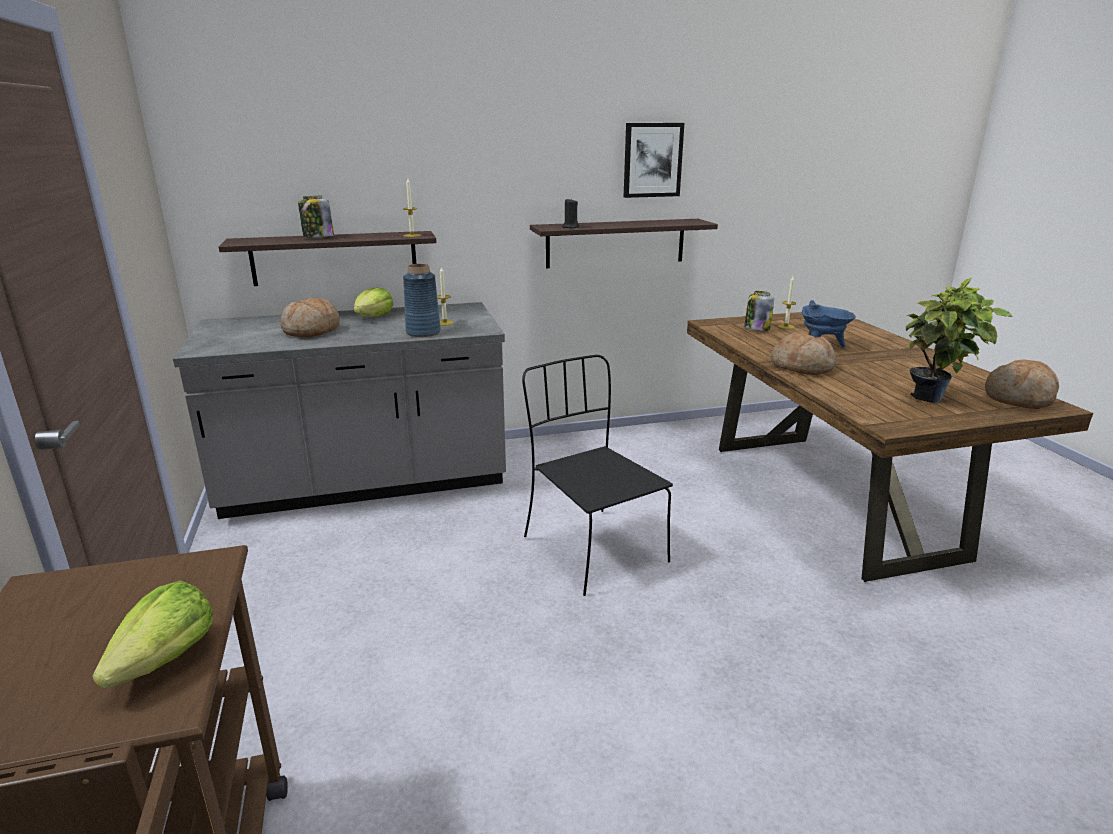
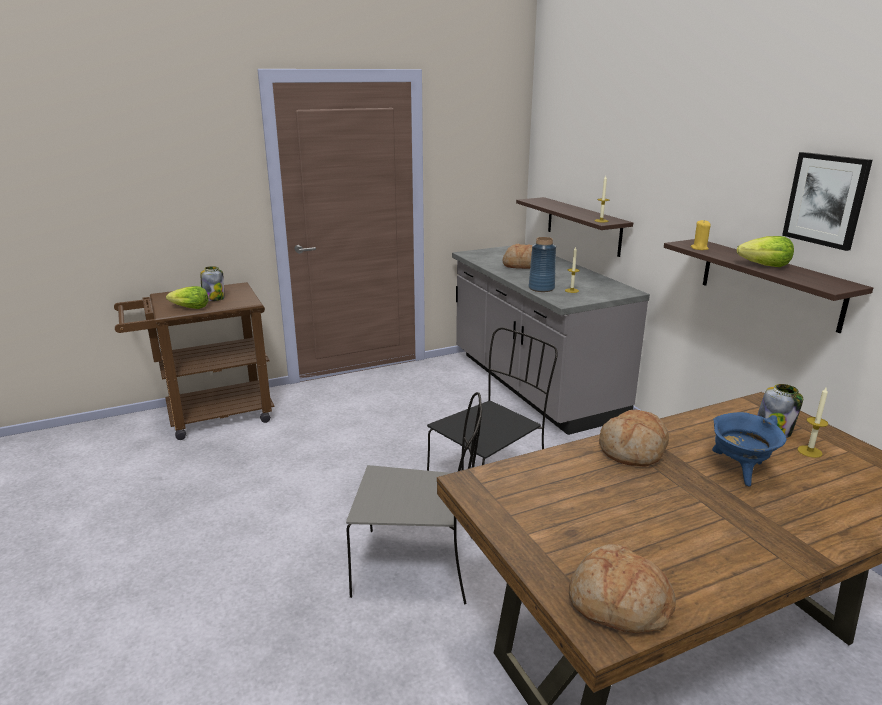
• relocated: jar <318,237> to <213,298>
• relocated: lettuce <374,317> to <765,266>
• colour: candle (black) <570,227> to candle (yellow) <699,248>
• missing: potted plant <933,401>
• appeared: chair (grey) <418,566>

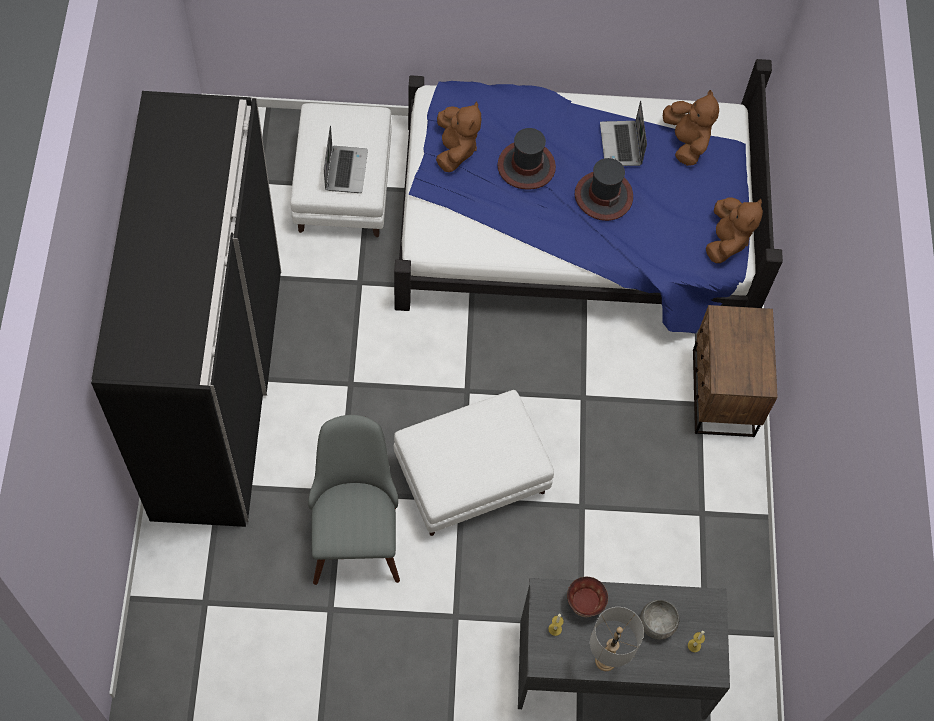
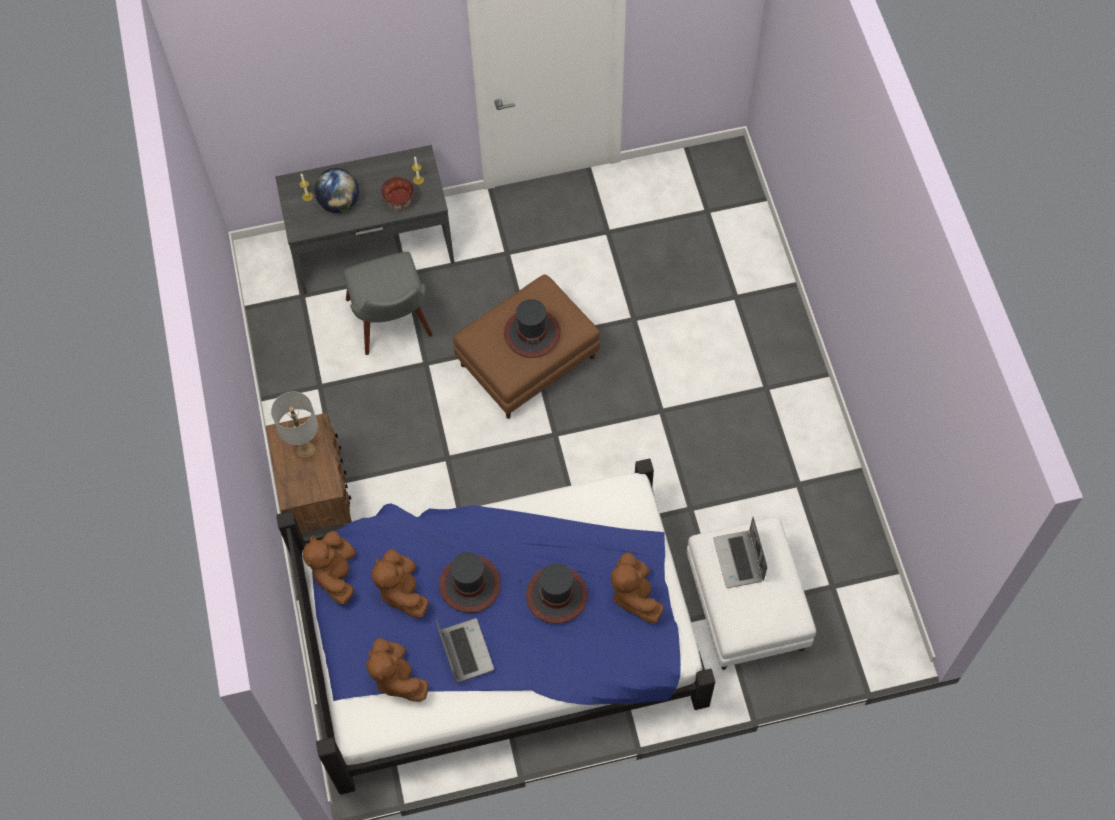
• missing: wardrobe (black) <217,391>
• relocated: chair (grey) <355,530> to <393,326>
• colour: ottoman (white) <470,478> to ottoman (brown) <528,360>
• relocated: table lamp (grey) <606,660> to <305,450>
• exchanged: bowl (grey) <656,625> to globe <339,202>
• appeared: plush toy (brown) <402,591>
• appeared: hat <532,333>

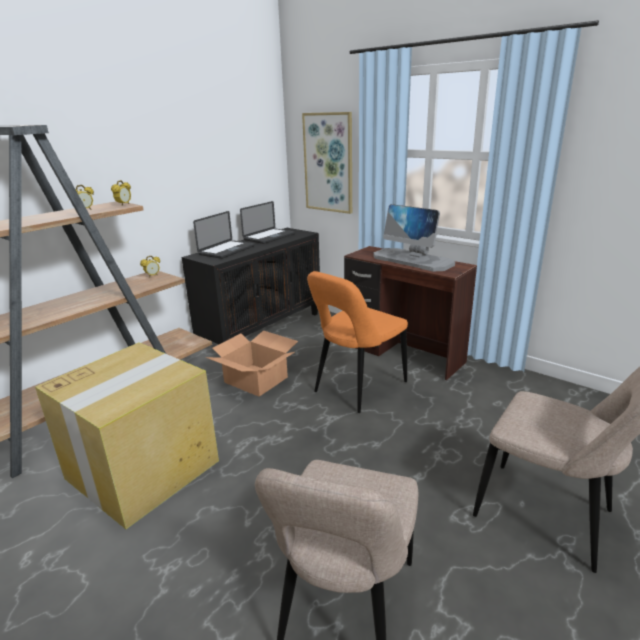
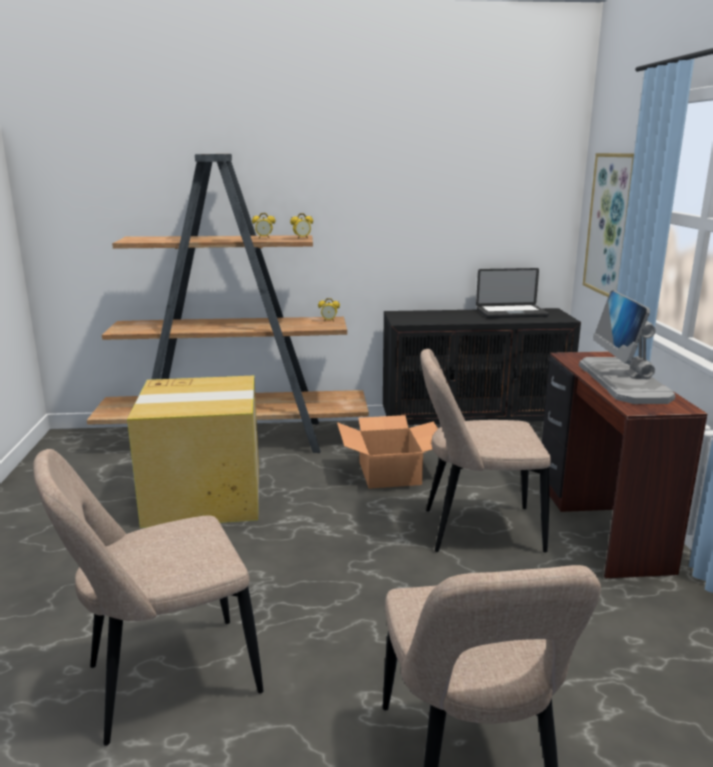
• missing: laptop <227,250>
• colour: chair (orange) <357,388> to chair (beige) <476,530>

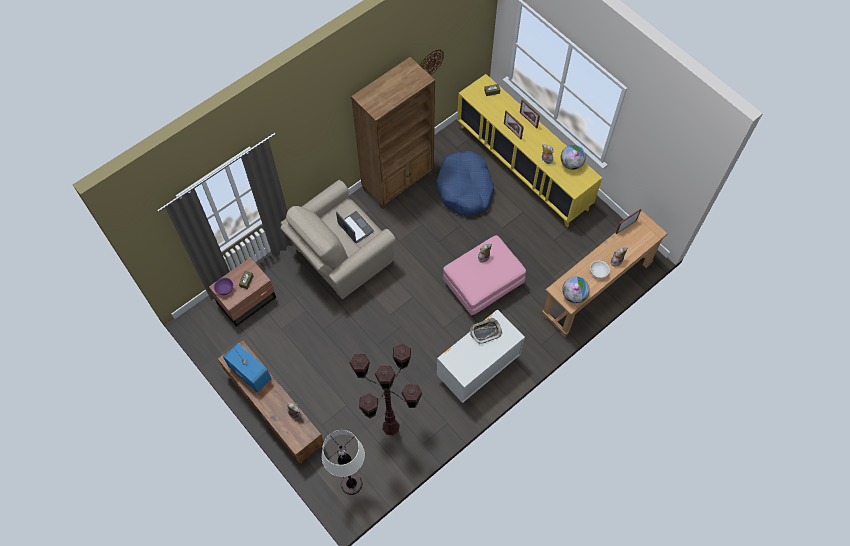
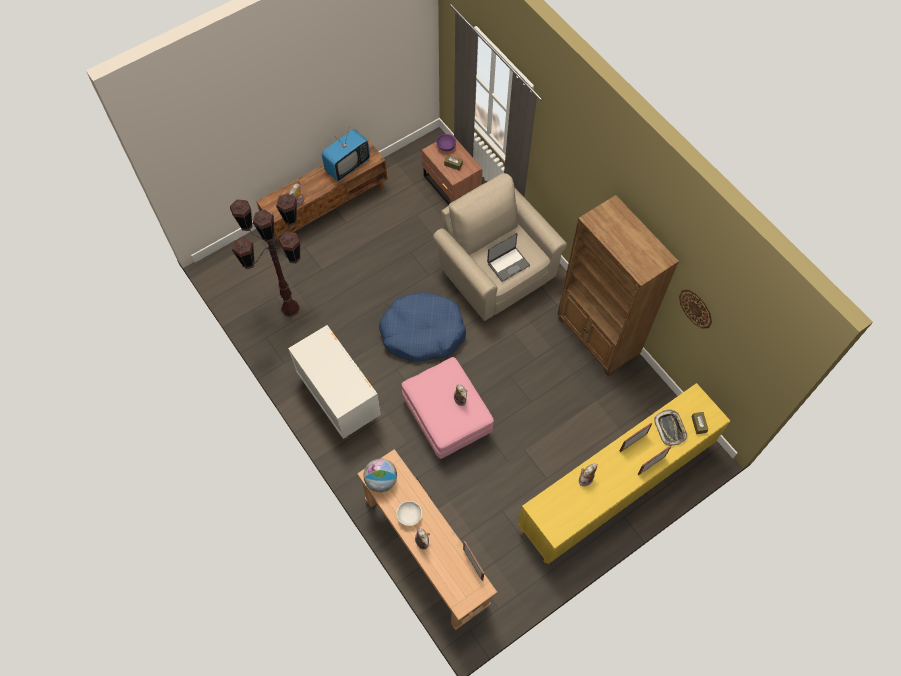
• missing: floor lamp (white) <351,484>
• relocated: dog bed (blue) <465,189> to <422,332>
• relocated: tray <485,331> to <670,428>
• missing: globe <571,164>

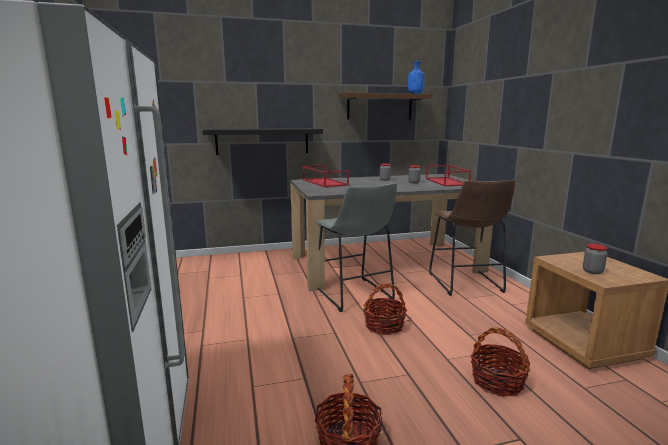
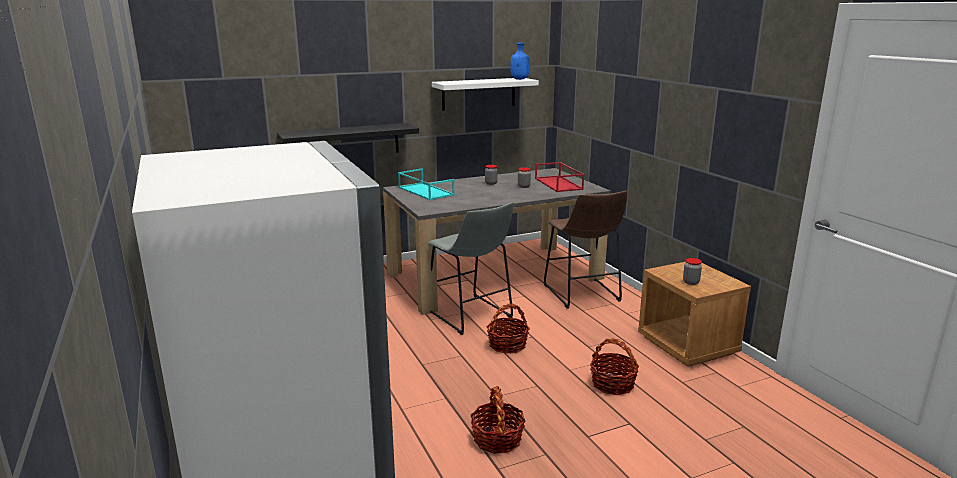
• colour: tray (red) <324,182> to tray (turquoise) <425,191>
• colour: shelf (brown) <379,107> to shelf (white) <479,93>

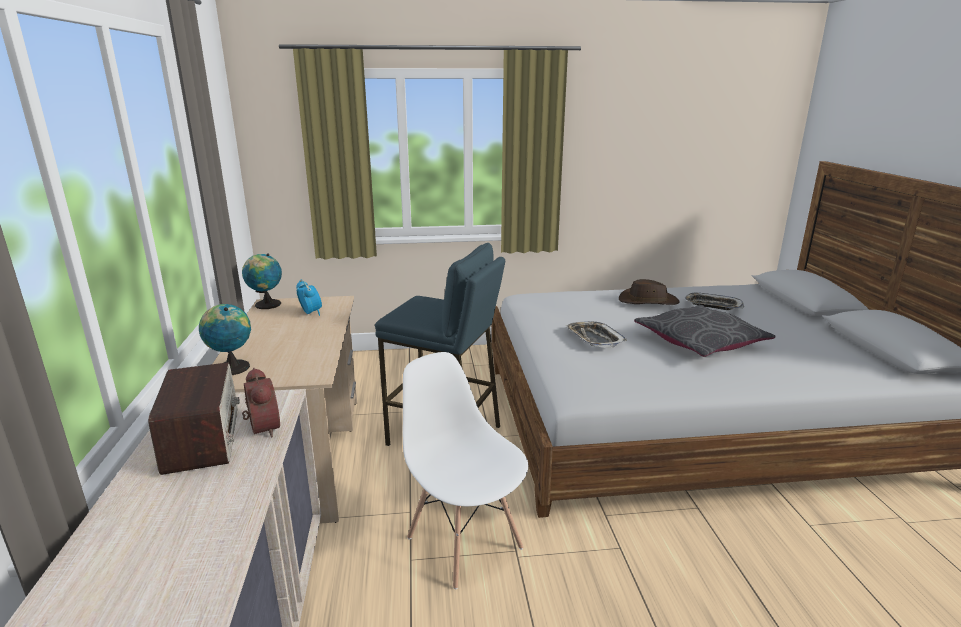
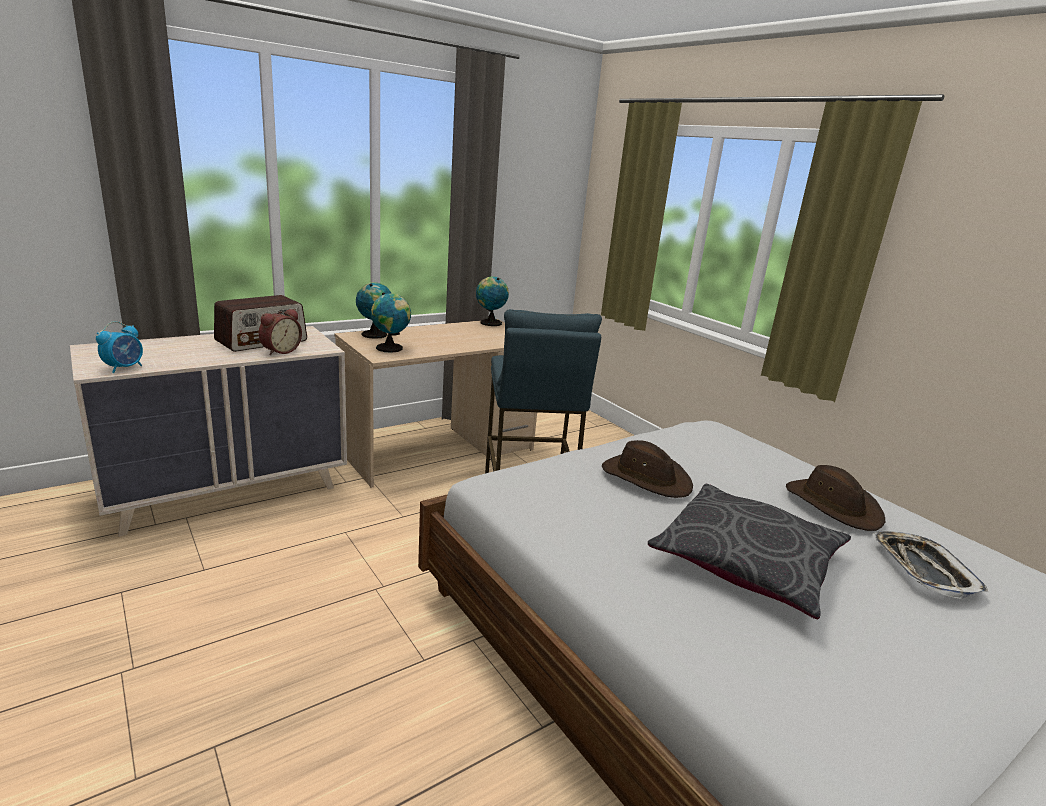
• relocated: alarm clock <311,313> to <124,368>
• missing: chair (white) <464,541>
• exchanged: tray <594,338> to hat (brown) <646,478>
• appeared: globe <391,348>

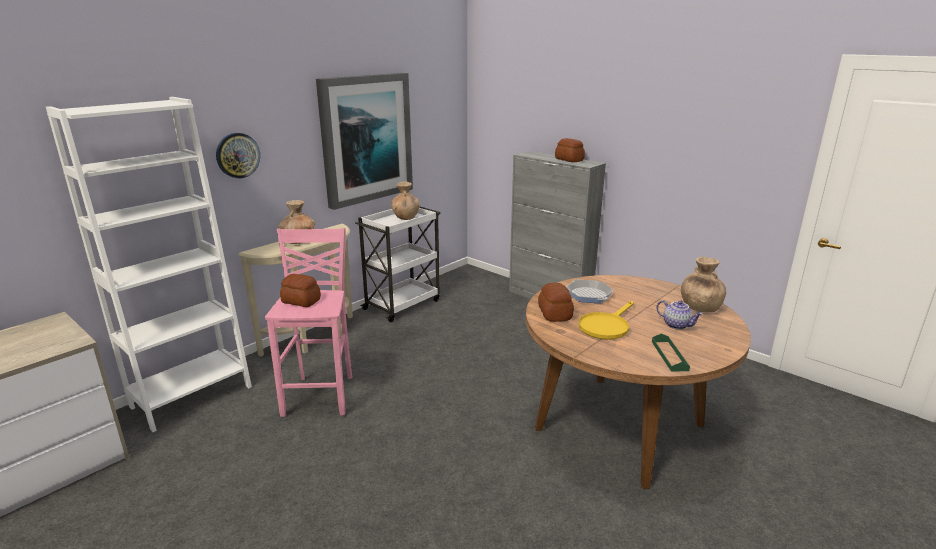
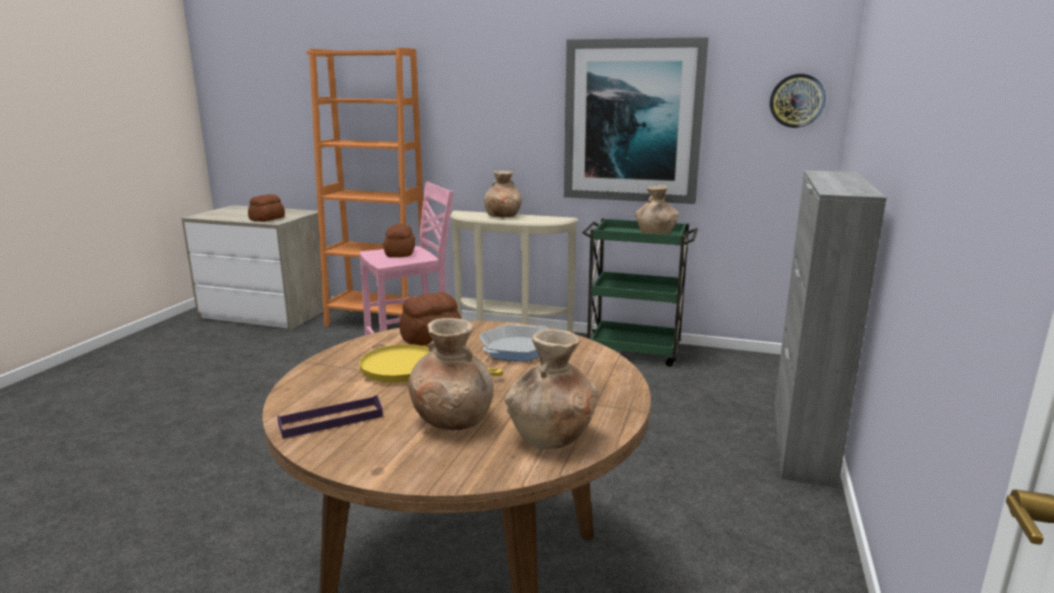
• colour: bookcase (white) <192,396> to bookcase (orange) <377,322>
• relocated: wall clock <237,155> to <797,101>
• colour: cart (white) <403,304> to cart (green) <634,351>
• relocated: bread <569,159> to <268,219>
• colour: tray (green) <669,355> to tray (purple) <331,420>
• exchanged: teapot <677,325> to vase (brown) <453,420>

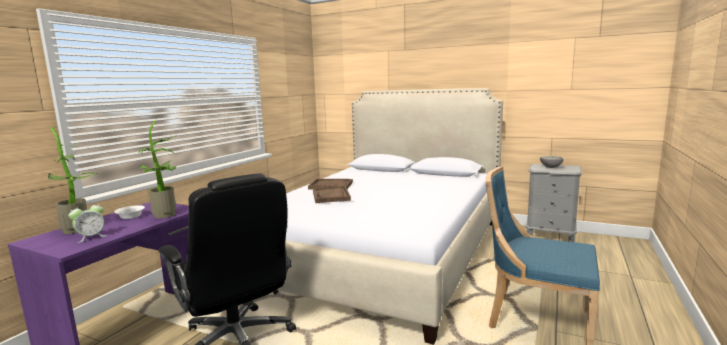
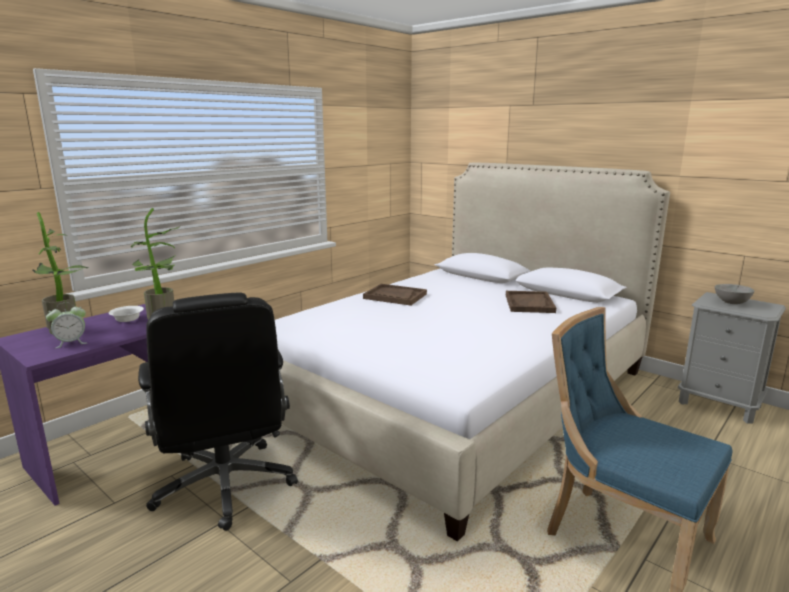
• relocated: tray (brown) <331,196> to <529,303>

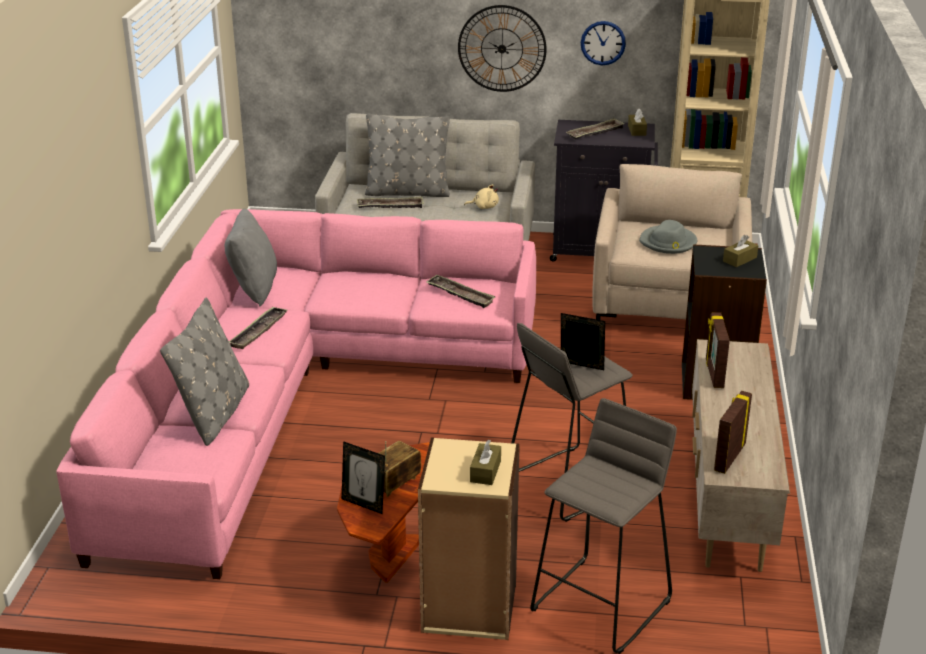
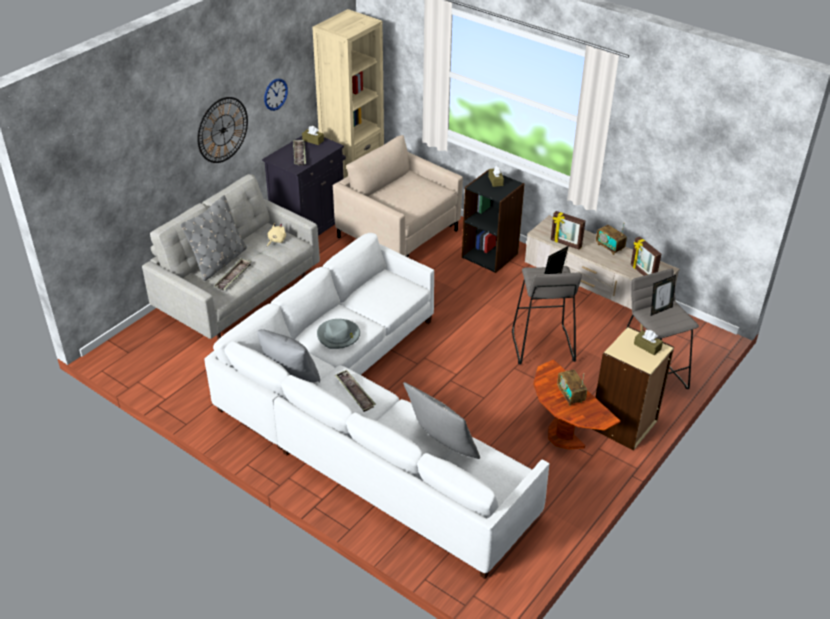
• colour: sofa (pink) <294,397> to sofa (white) <365,420>
• relocated: picture frame <364,504> to <660,310>
• missing: tray <460,295>
• relocated: hat (grey) <668,242> to <338,336>
• appeared: radio <609,247>

